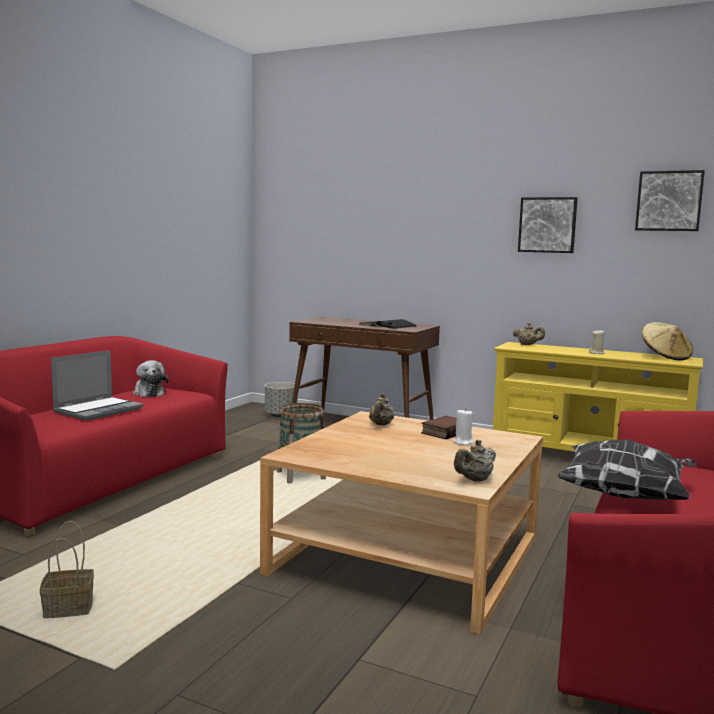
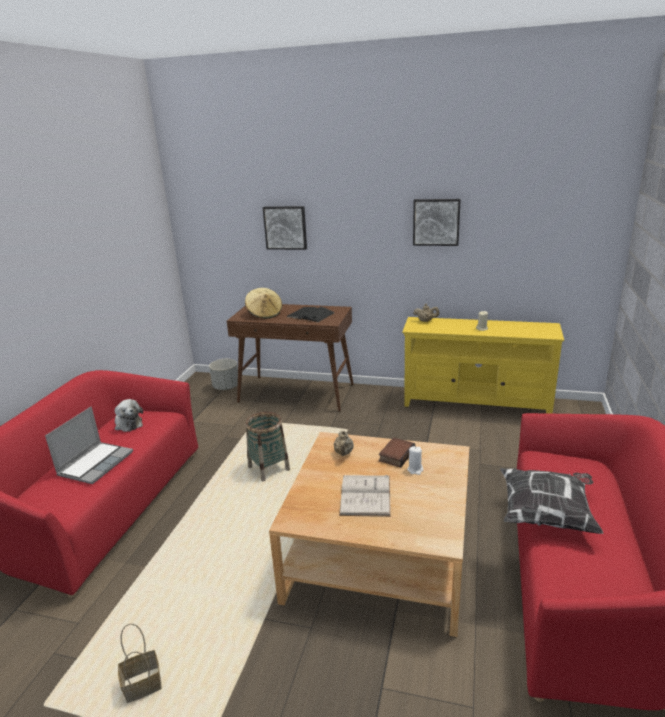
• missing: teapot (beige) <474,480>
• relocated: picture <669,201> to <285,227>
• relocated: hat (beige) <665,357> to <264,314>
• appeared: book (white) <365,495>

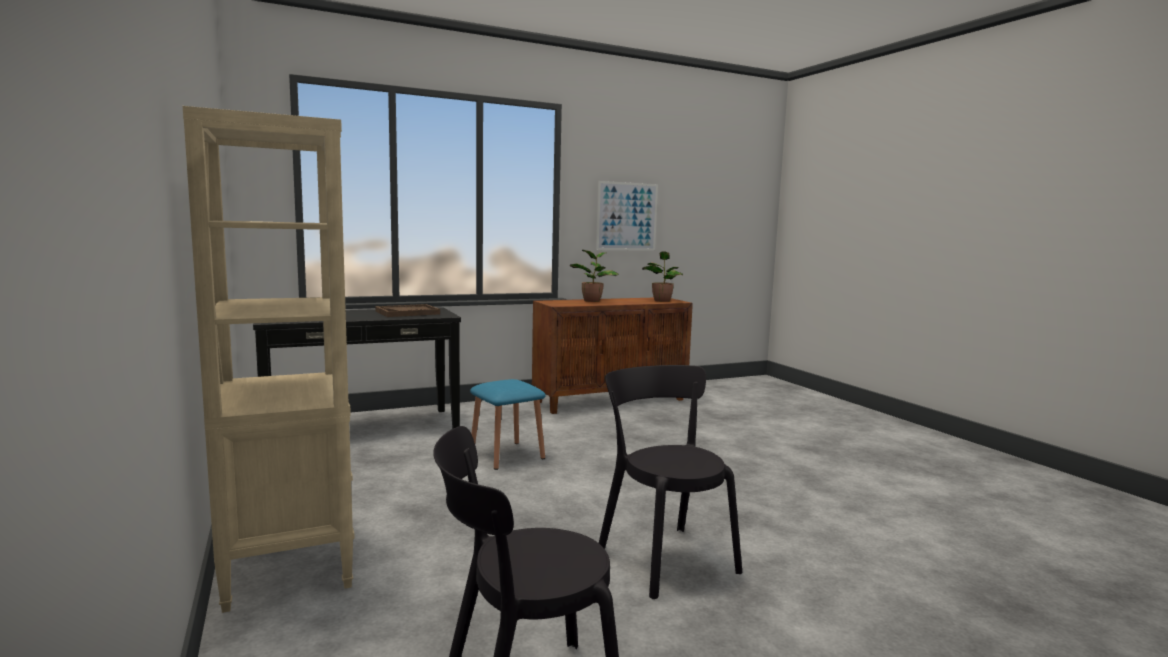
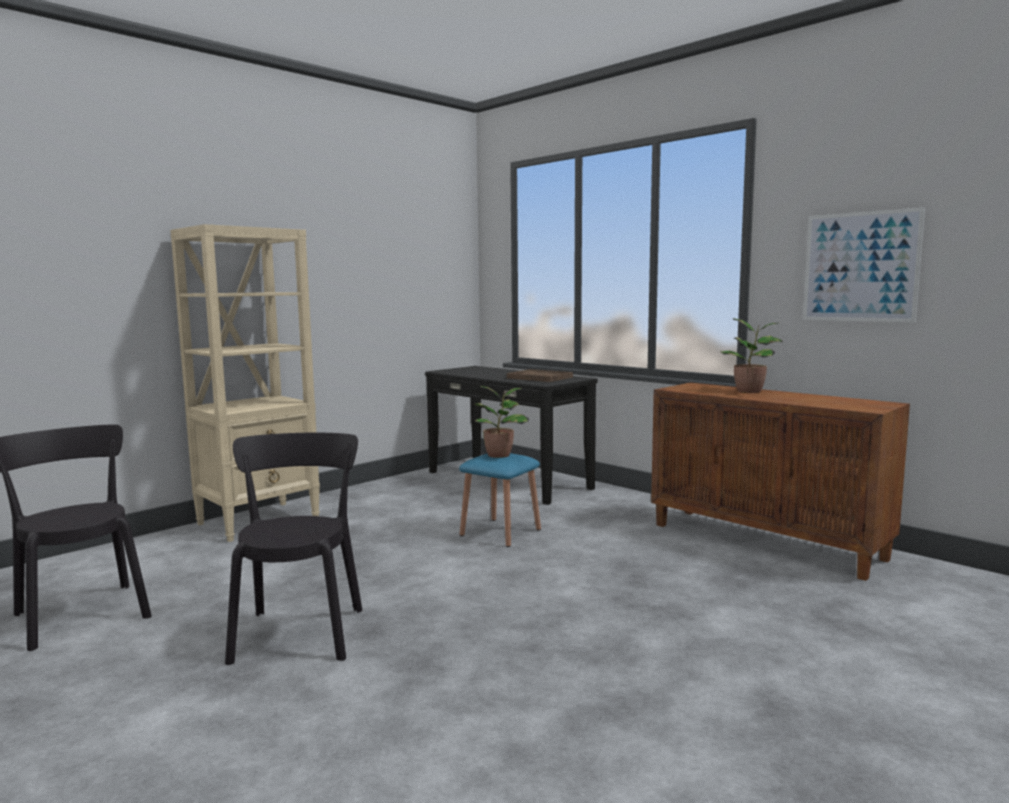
• spun: chair (black) <664,557> = <300,631> 45 degrees counterclockwise
• relocated: potted plant <661,300> to <500,455>

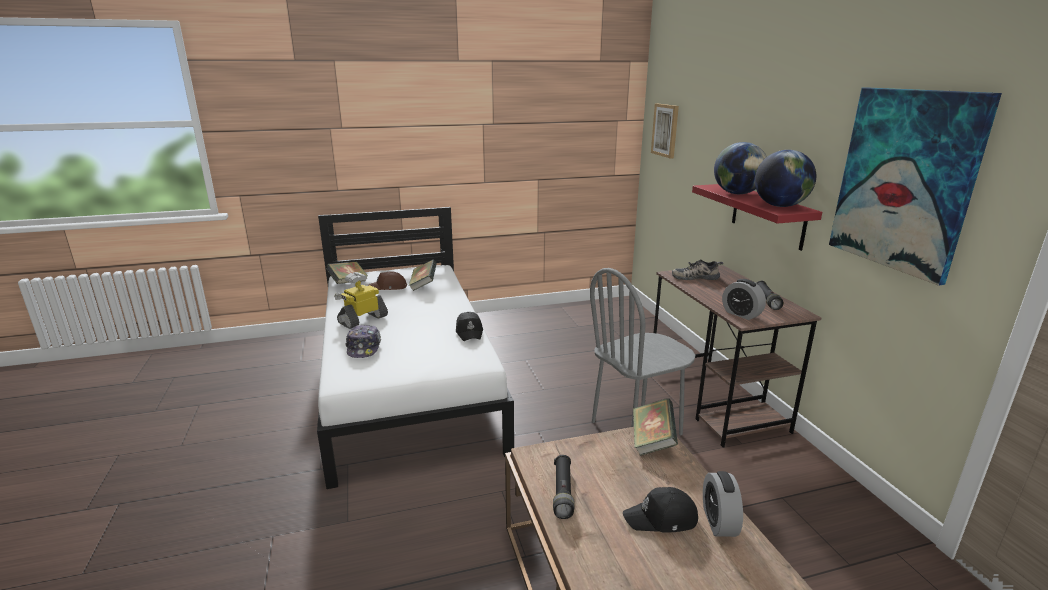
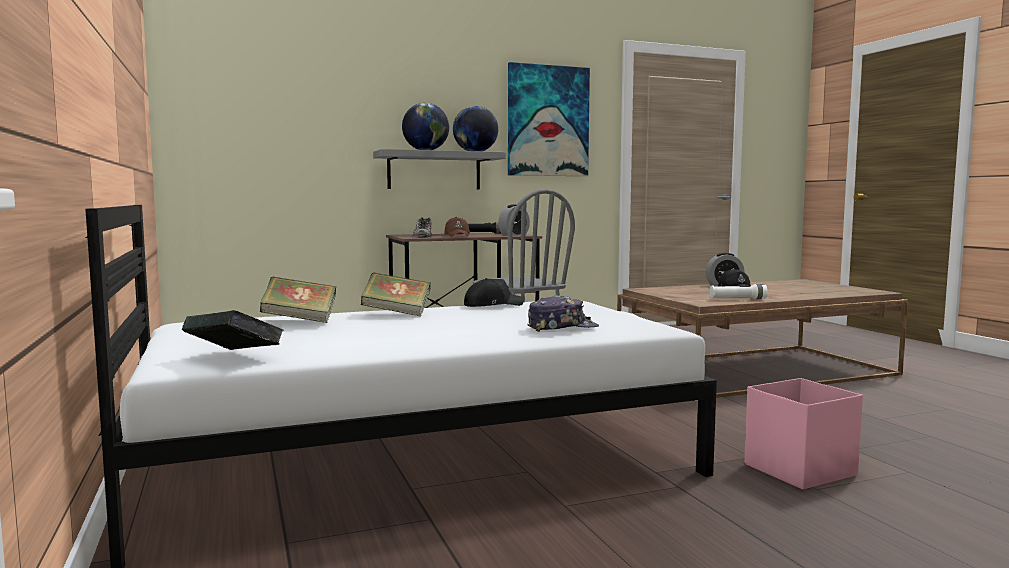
• missing: toy robot <362,319>
• relocated: cap (brown) <388,287> to <457,235>
• colour: flashlight (black) <563,493> to flashlight (white) <737,299>
• relocated: book <652,441> to <396,314>
• missing: picture <665,130>
• colour: shelf (red) <767,215> to shelf (grey) <434,171>
• appeared: storage box (pink) <798,470>

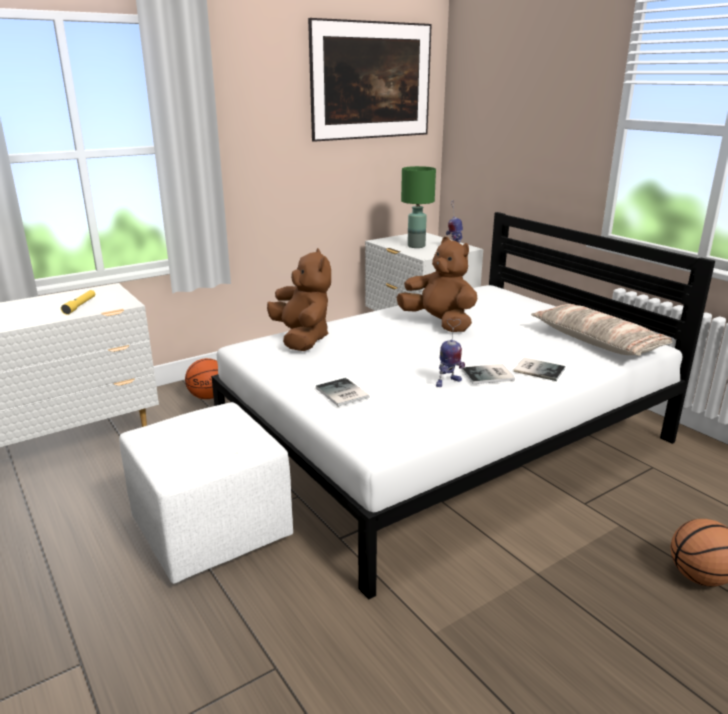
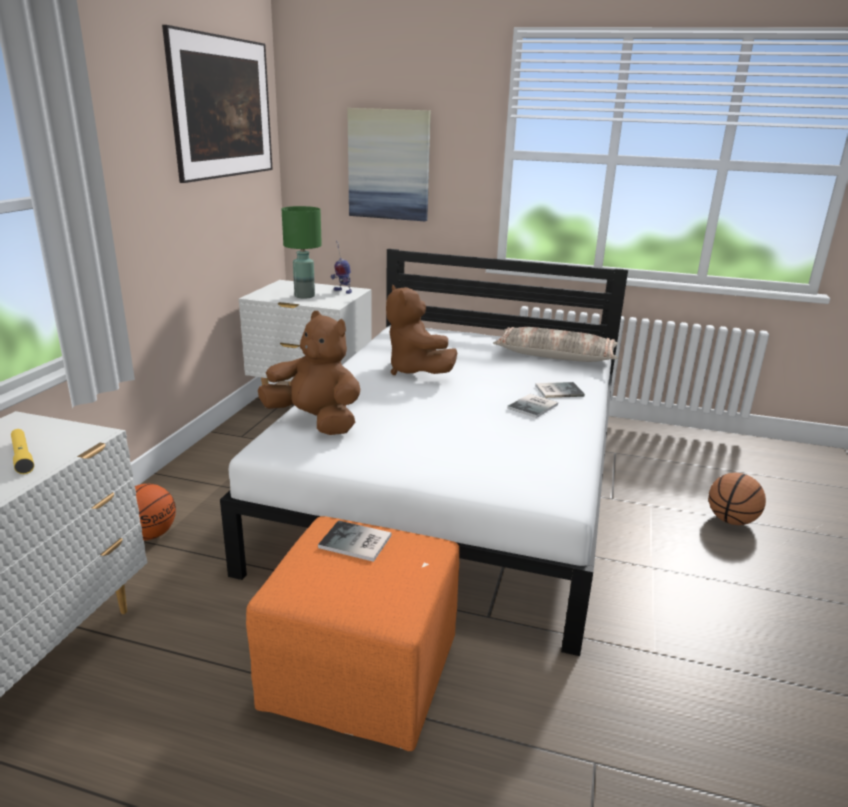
• colour: ottoman (white) <213,531> to ottoman (orange) <364,676>
• relocated: book <341,394> to <356,543>
• spun: plush toy (brown) <439,323> = <415,371> 120 degrees counterclockwise
• missing: toy robot <447,382>
• appeared: picture <389,165>

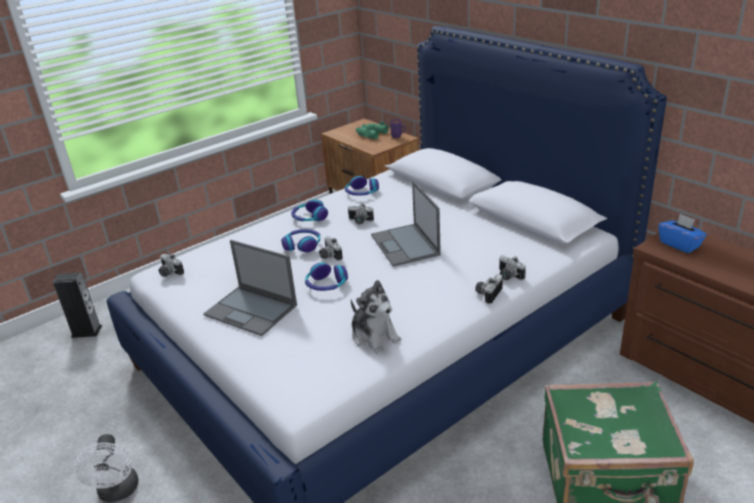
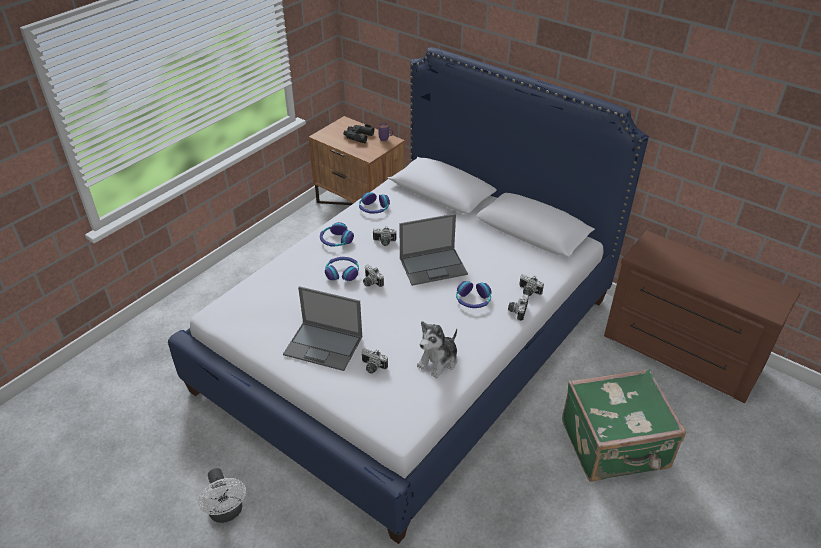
• missing: speaker <86,331>
• relocated: photo camera <169,273> to <372,367>
• relocated: headphones <326,284> to <473,300>
• spun: plush toy <374,336> = <438,361> 90 degrees clockwise
• colour: binoculars (green) <371,134> to binoculars (black) <358,136>
• spun: laptop <405,245> = <434,266> 75 degrees counterclockwise
• missing: tissue box (blue) <680,244>

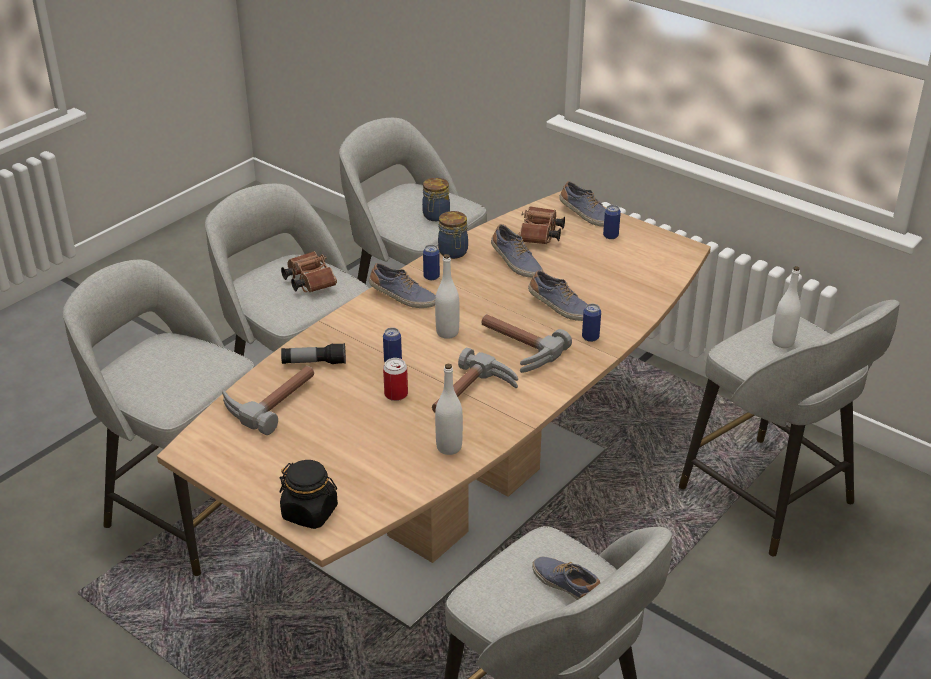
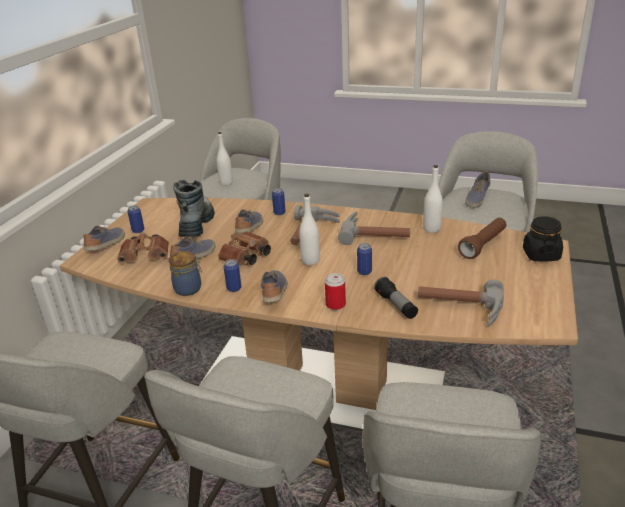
• relocated: binoculars (brown) <308,281> to <245,258>
• relocated: can <396,394> to <335,305>
• missing: jar <435,216>
• appeared: boot <197,225>
• appeared: flashlight (brown) <483,245>

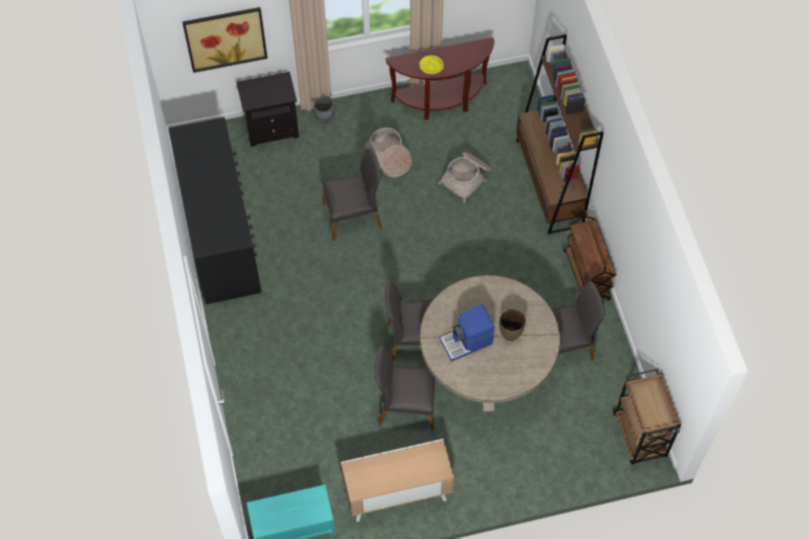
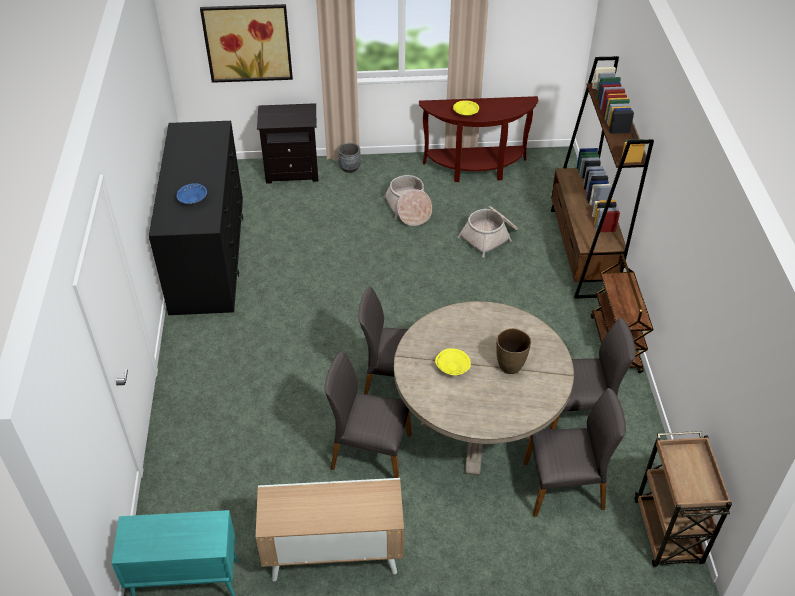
• relocated: chair (grey) <353,216> to <564,486>
• exchanged: coffee machine <467,342> to bowl (yellow) <453,368>
• appeared: bowl (blue) <192,200>

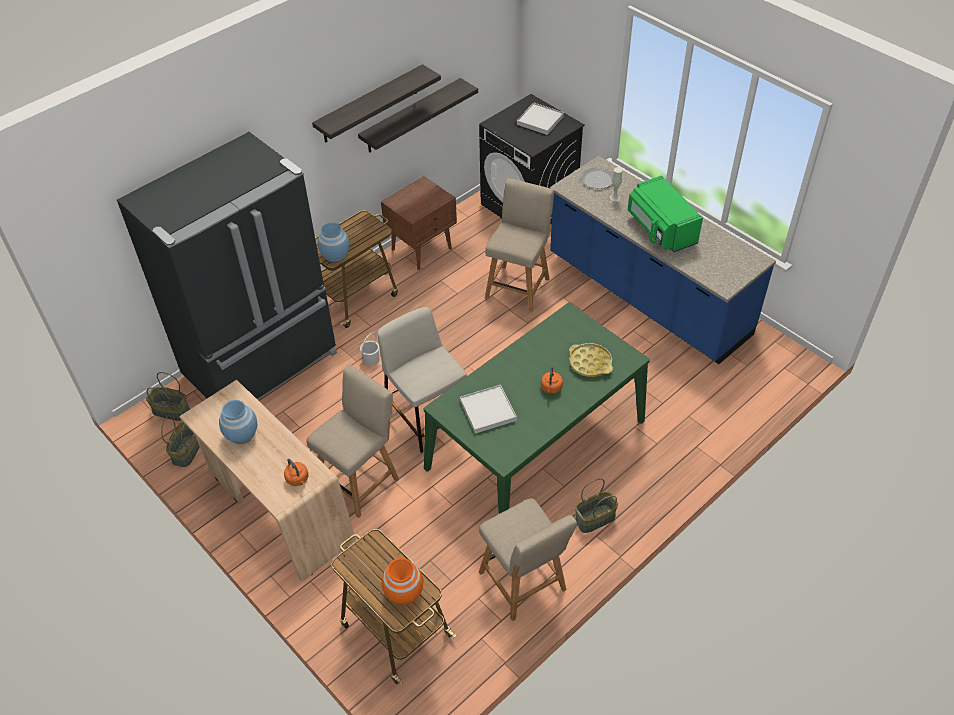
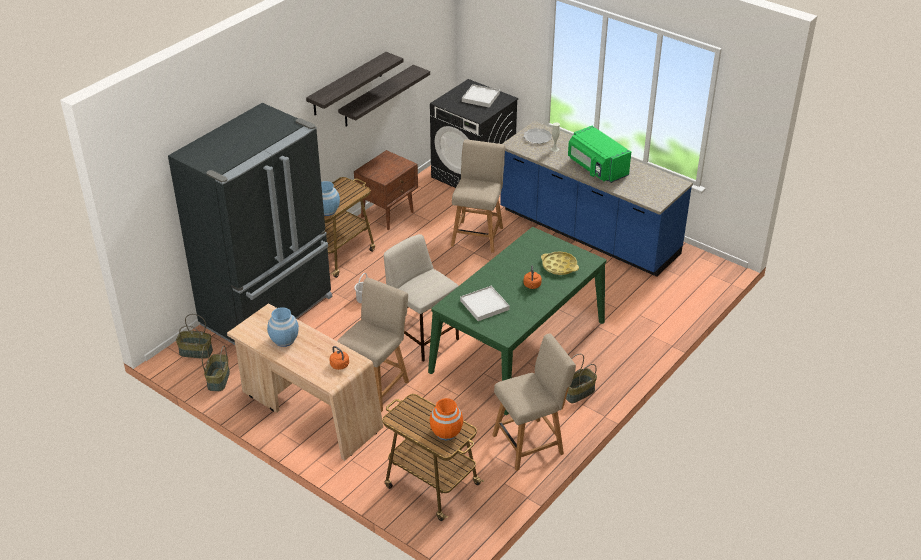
• spun: chair (beige) <524,584> = <531,443> 75 degrees counterclockwise

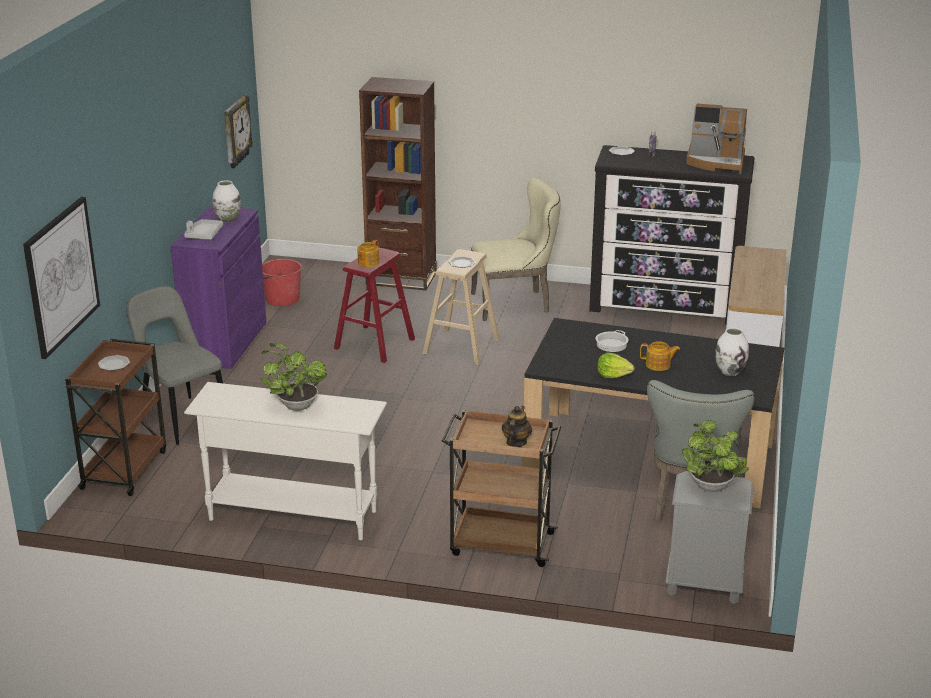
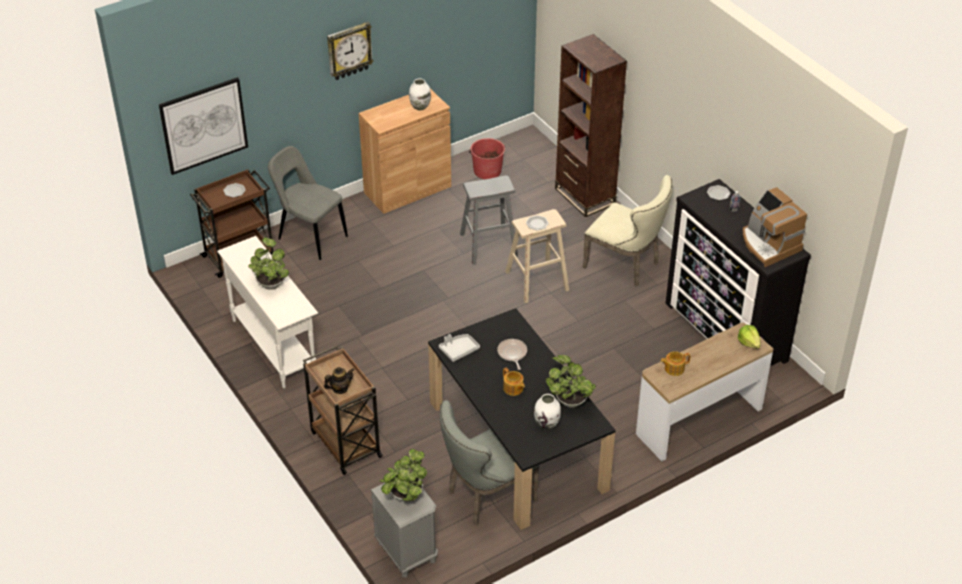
• spun: chair (grey) <182,418> = <310,237> 60 degrees counterclockwise
• colour: cabinet (purple) <225,342> to cabinet (brown) <407,189>
• relocated: tray (grey) <204,235> to <459,350>
• relocated: wall clock <235,132> to <349,50>
• colour: stool (red) <374,344> to stool (grey) <488,245>
• relocated: teapot <368,262> to <673,368>
• exchanged: cooking pot <611,345> to frying pan <512,354>
• relocated: lettuce <613,374> to <749,342>
• appeared: potted plant <569,400>

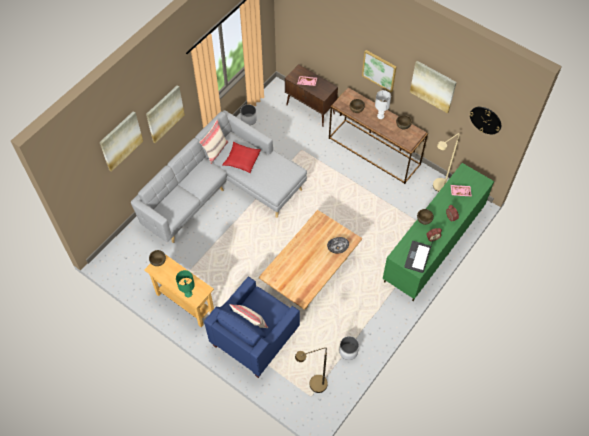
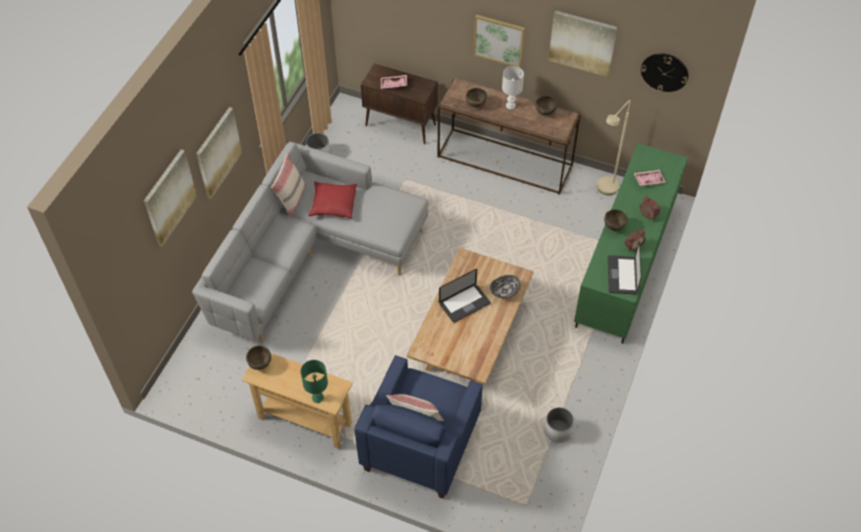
• missing: floor lamp (brown) <313,386>
• appeared: laptop <464,303>

